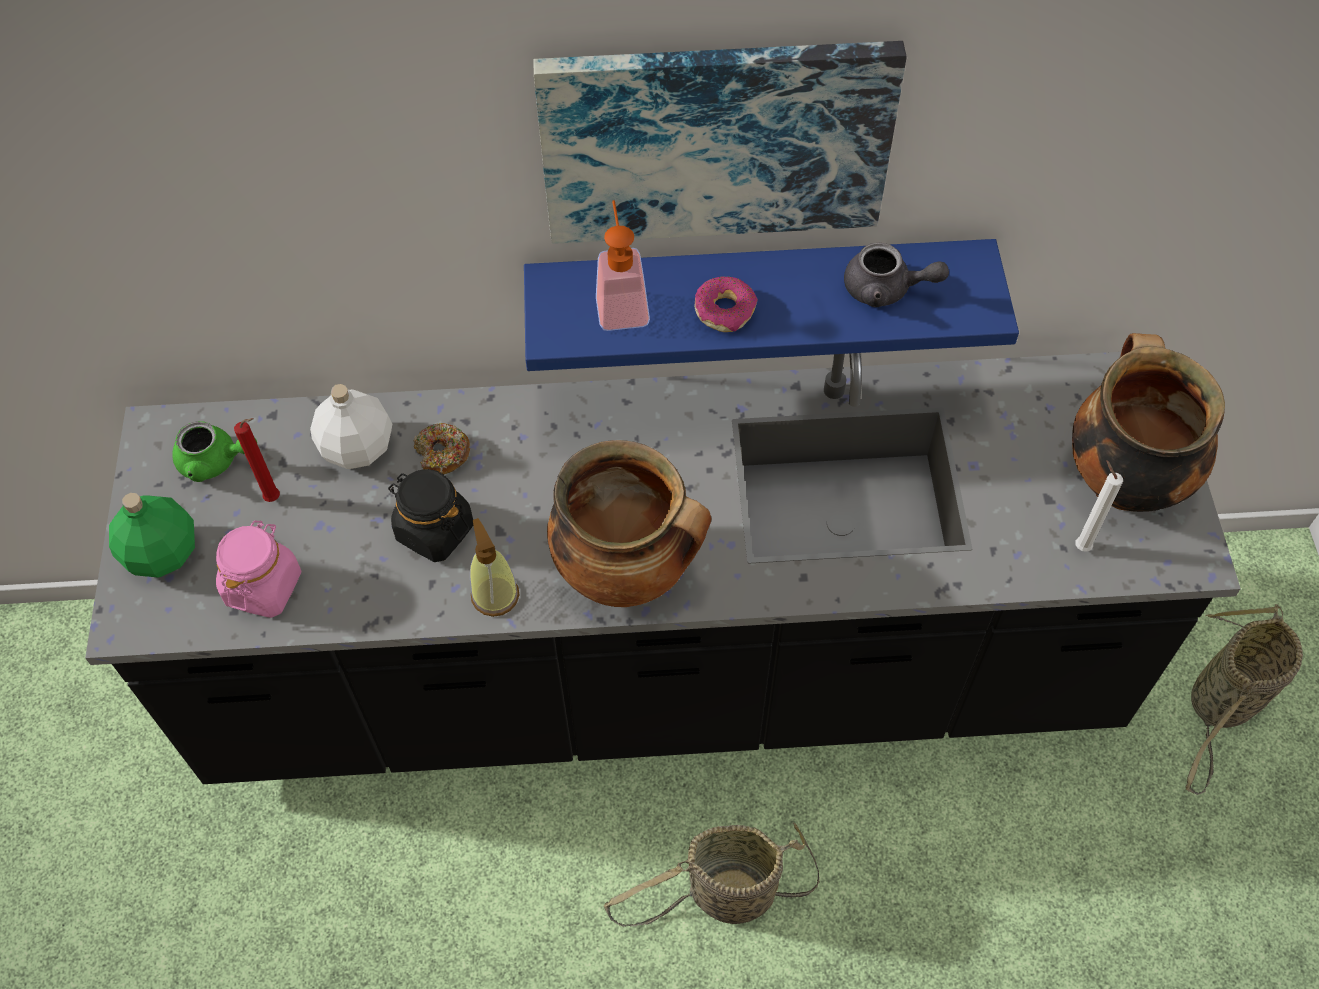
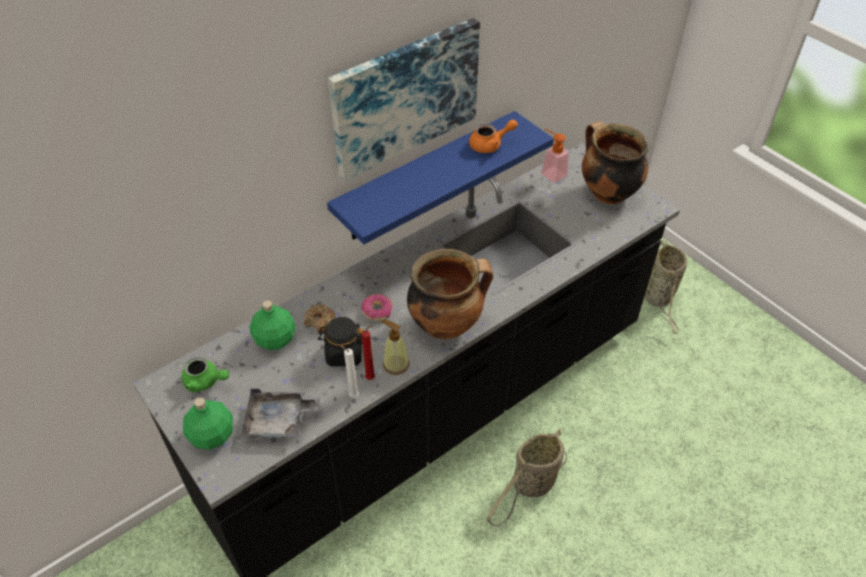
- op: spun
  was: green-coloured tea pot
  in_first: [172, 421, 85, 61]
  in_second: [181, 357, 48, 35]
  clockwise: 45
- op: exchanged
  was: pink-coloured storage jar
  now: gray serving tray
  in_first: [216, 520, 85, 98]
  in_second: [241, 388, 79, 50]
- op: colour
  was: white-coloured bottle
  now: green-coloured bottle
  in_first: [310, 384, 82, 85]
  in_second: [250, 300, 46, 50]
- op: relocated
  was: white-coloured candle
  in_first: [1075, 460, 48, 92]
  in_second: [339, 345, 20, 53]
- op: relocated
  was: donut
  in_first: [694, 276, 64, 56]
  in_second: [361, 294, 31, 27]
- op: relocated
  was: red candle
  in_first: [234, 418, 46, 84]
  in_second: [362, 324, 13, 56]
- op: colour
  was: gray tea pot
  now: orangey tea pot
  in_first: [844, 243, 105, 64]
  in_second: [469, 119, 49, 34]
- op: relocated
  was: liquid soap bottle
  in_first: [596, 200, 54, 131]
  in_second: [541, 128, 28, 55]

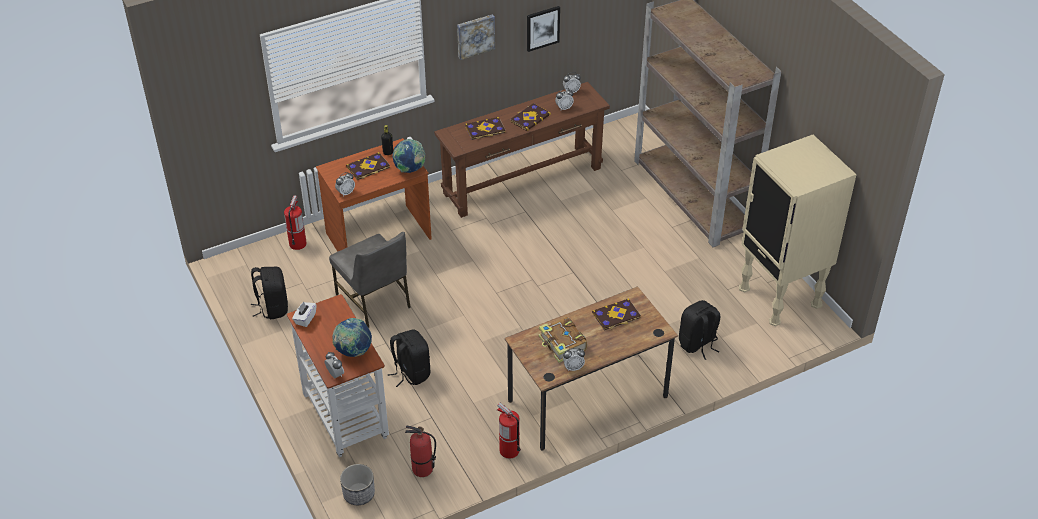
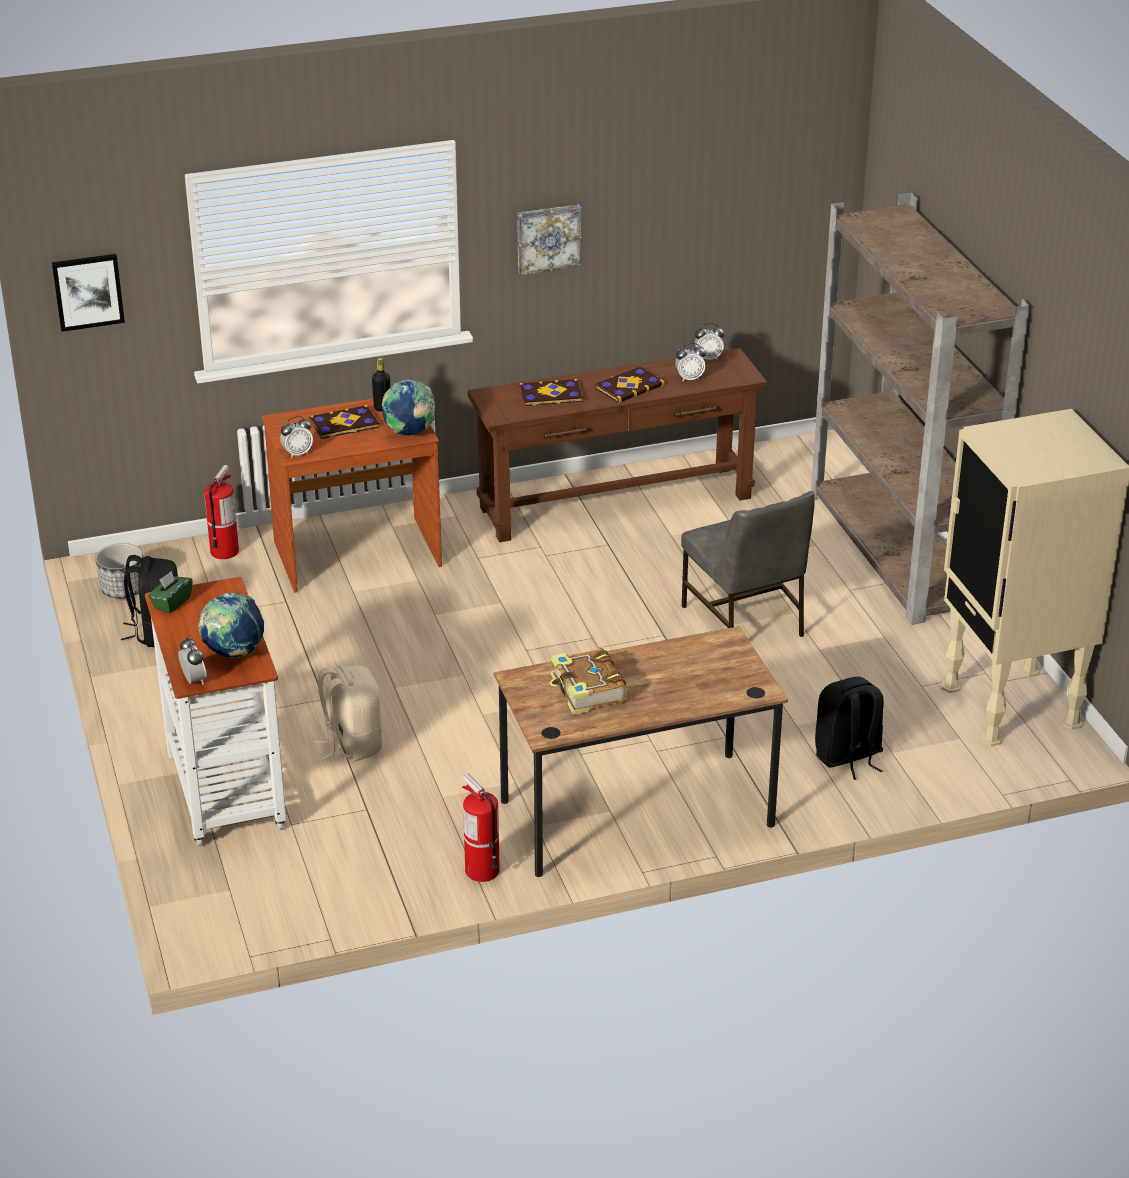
- op: relocated
  was: picture
  in_first: [527, 6, 33, 46]
  in_second: [52, 254, 73, 78]
- op: relocated
  was: flower pot
  in_first: [340, 464, 35, 41]
  in_second: [95, 543, 48, 55]
- op: colour
  was: white-coloured box of tissues
  now: green-coloured box of tissues
  in_first: [292, 302, 25, 25]
  in_second: [148, 571, 45, 42]
- op: colour
  was: blackish rucksack
  now: beige-coloured rucksack
  in_first: [388, 329, 42, 58]
  in_second: [312, 666, 70, 95]
- op: relocated
  was: gray chair
  in_first: [329, 232, 82, 96]
  in_second: [681, 491, 133, 146]
- op: missing
  was: extinguisher
  in_first: [405, 426, 31, 51]
- op: missing
  was: bedside clock
  in_first: [563, 348, 22, 23]
- op: missing
  was: bound book
  in_first: [592, 298, 49, 33]

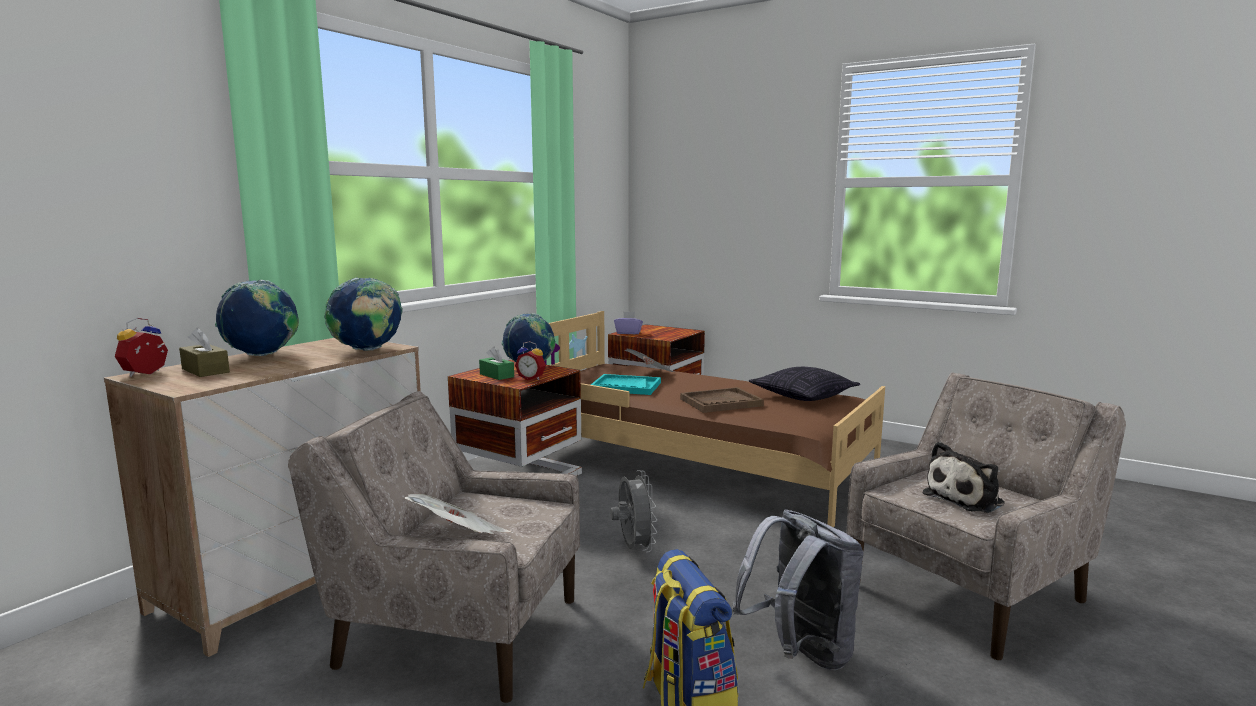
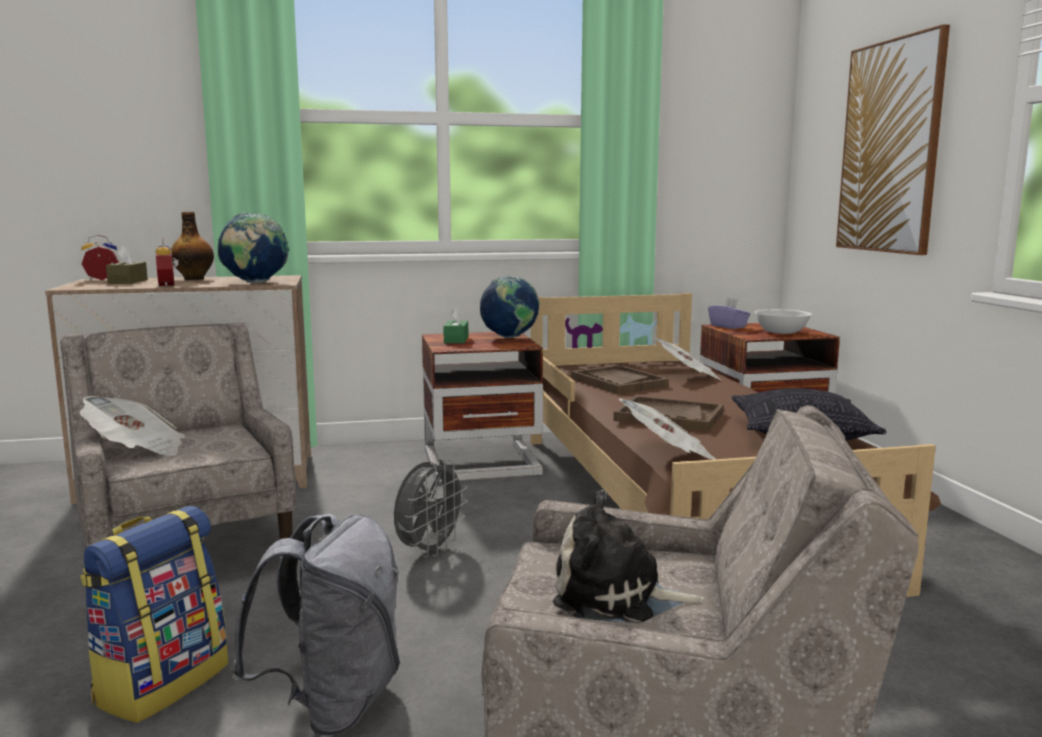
- op: relocated
  was: bedside clock
  in_first: [515, 341, 31, 39]
  in_second: [155, 237, 24, 50]
- op: exchanged
  was: world globe
  now: bottle
  in_first: [215, 280, 84, 76]
  in_second: [171, 212, 43, 68]
- op: colour
  was: blue-green serving tray
  now: brownish serving tray
  in_first: [591, 374, 70, 21]
  in_second: [571, 365, 98, 29]
- op: appeared
  now: printed paper
  in_second: [618, 398, 97, 62]
- op: appeared
  now: white-coloured bowl
  in_second: [755, 309, 57, 25]
- op: appeared
  now: picture
  in_second: [836, 24, 114, 231]

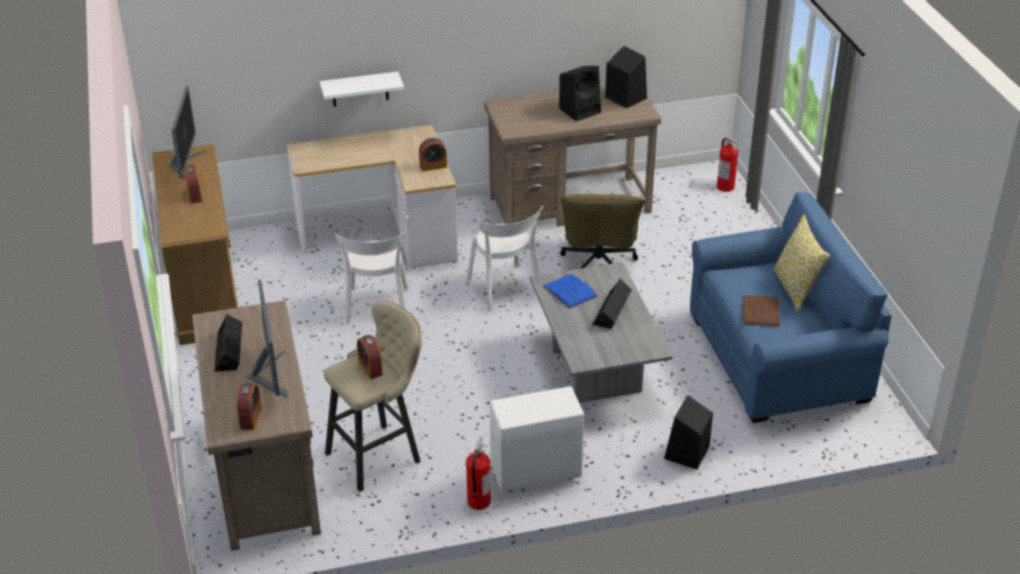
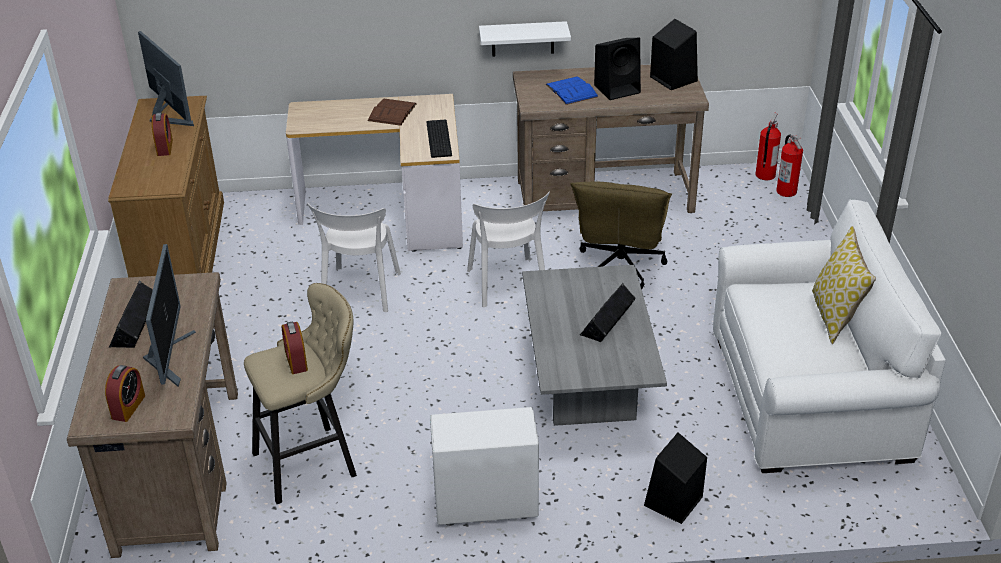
- op: spun
  was: computer display
  in_first: [168, 87, 38, 91]
  in_second: [138, 31, 56, 95]
  clockwise: -45
- op: relocated
  was: brownish bound book
  in_first: [742, 295, 38, 32]
  in_second: [368, 99, 48, 27]
- op: exchanged
  was: bedside clock
  now: PC keyboard
  in_first: [419, 138, 28, 33]
  in_second: [426, 120, 26, 38]
- op: relocated
  was: white-coloured bracket shelf
  in_first: [320, 71, 84, 36]
  in_second: [479, 21, 92, 36]
- op: relocated
  was: bluish bound book
  in_first: [543, 274, 55, 35]
  in_second: [546, 76, 52, 29]
- op: colour
  was: bluish settee
  now: white-coloured settee
  in_first: [690, 192, 202, 231]
  in_second: [713, 199, 233, 274]
- op: relocated
  was: extinguisher
  in_first: [466, 437, 25, 73]
  in_second: [755, 112, 26, 68]

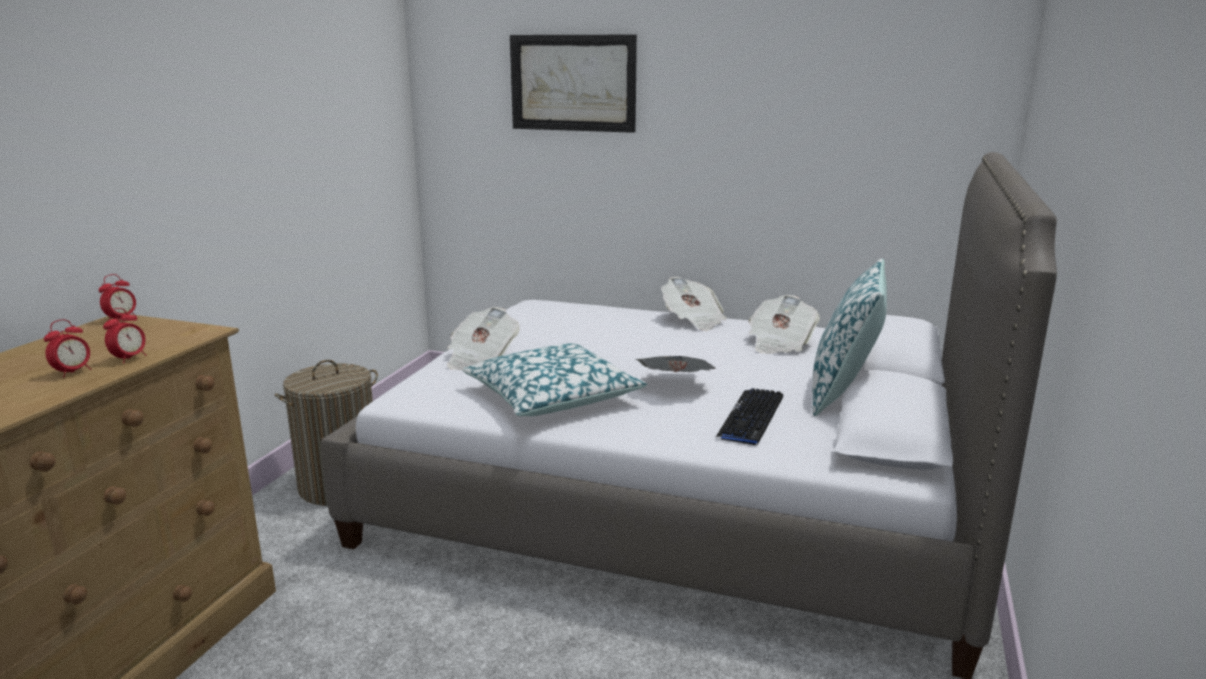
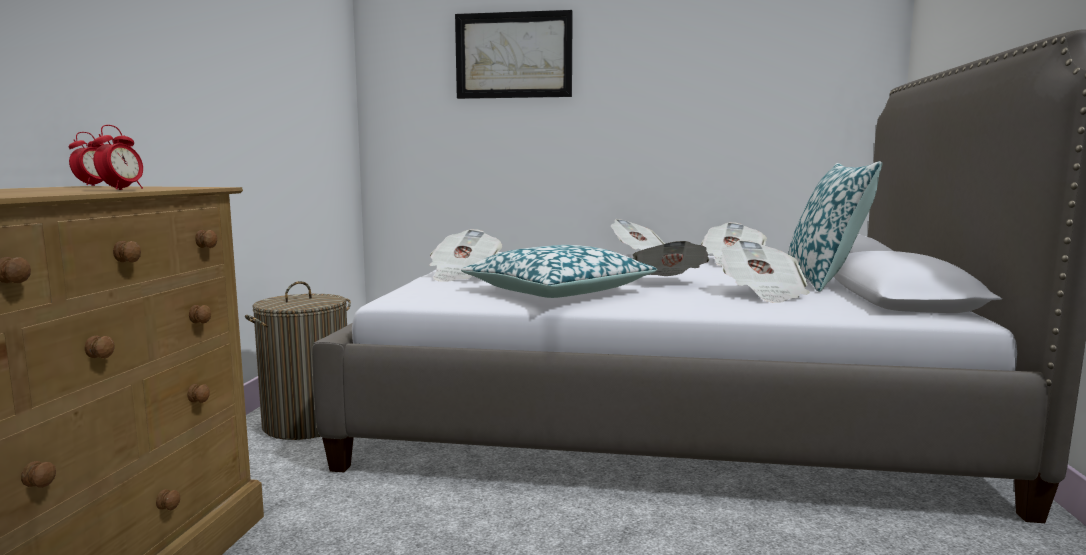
- op: exchanged
  was: PC keyboard
  now: printed paper
  in_first: [716, 388, 67, 58]
  in_second: [721, 240, 89, 63]
- op: missing
  was: bedside clock
  in_first: [44, 319, 47, 58]

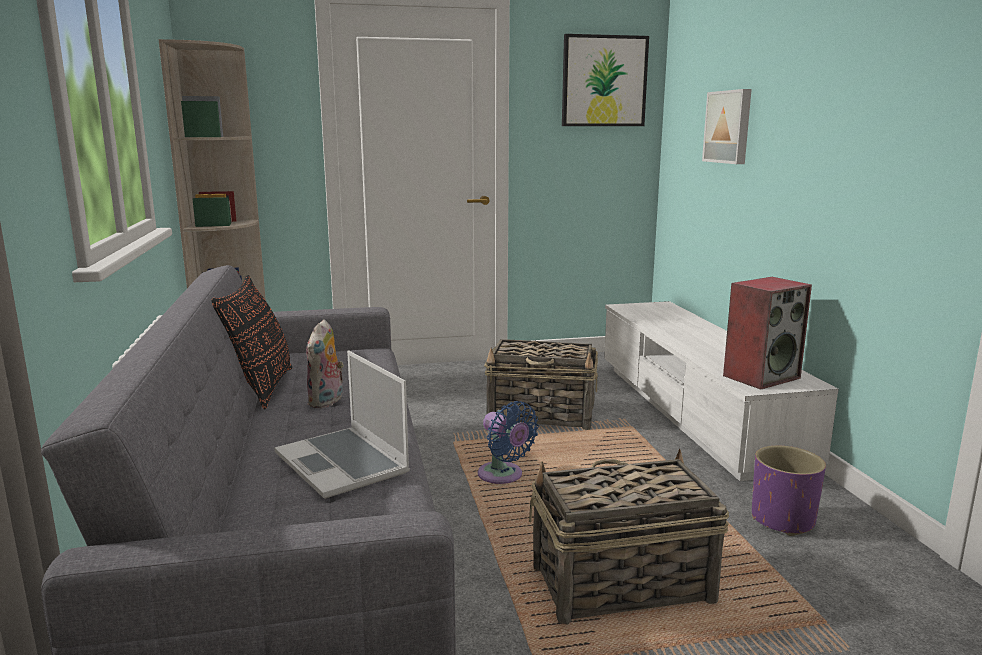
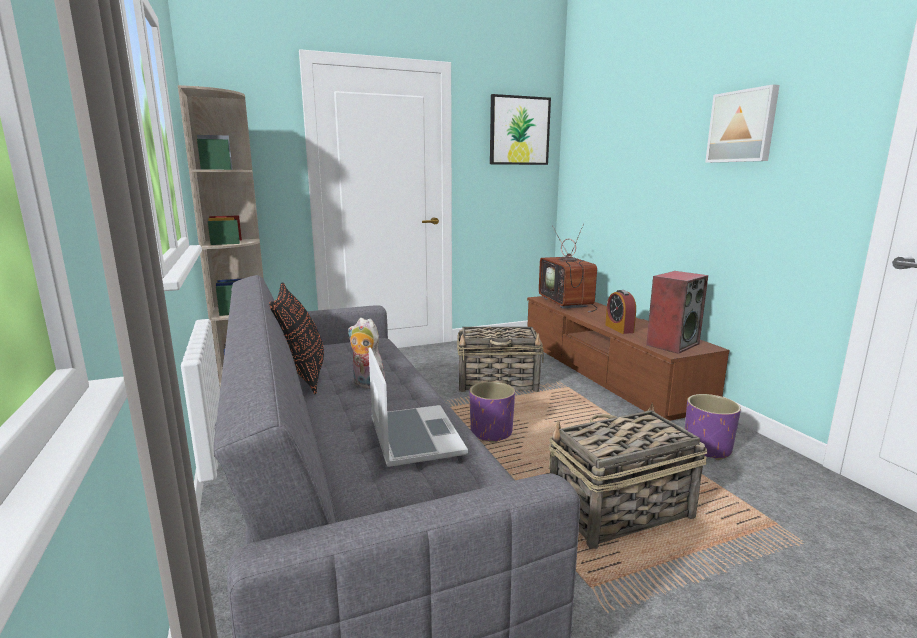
- op: spun
  was: soft toy
  in_first: [306, 319, 38, 89]
  in_second: [348, 318, 40, 71]
  clockwise: 120
- op: spun
  was: notebook computer
  in_first: [275, 350, 135, 149]
  in_second: [369, 347, 99, 120]
  clockwise: -150
- op: exchanged
  was: bluish fan
  now: purplish flower pot
  in_first: [478, 401, 61, 83]
  in_second: [469, 382, 46, 60]
- op: colour
  was: white-coloured tv unit
  now: brownish tv unit
  in_first: [604, 301, 235, 180]
  in_second: [527, 296, 203, 125]
- op: appeared
  now: television
  in_second: [539, 223, 58, 89]
- op: appeared
  now: bedside clock
  in_second: [605, 290, 31, 44]
- op: relocated
  was: picture
  in_first: [702, 89, 50, 75]
  in_second: [705, 84, 75, 79]

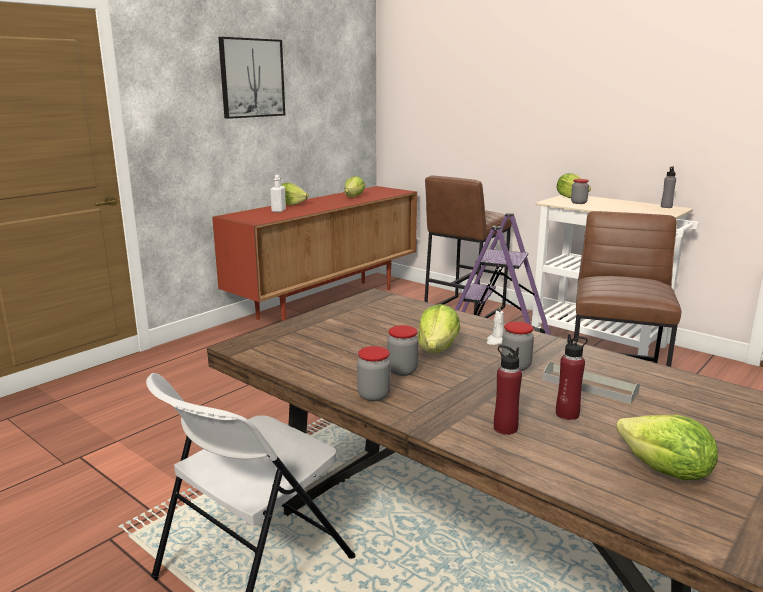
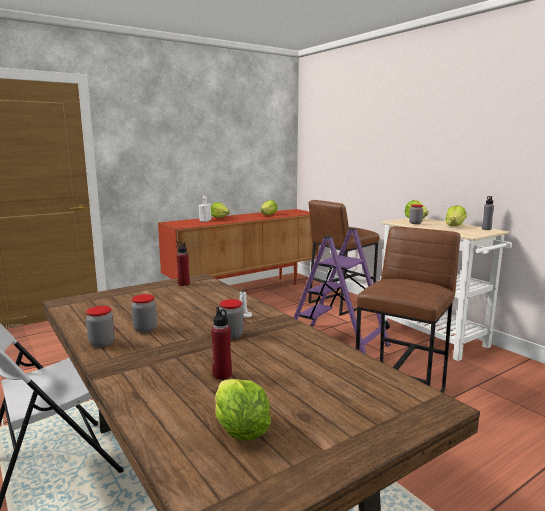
- op: relocated
  was: red bottle
  in_first: [494, 345, 28, 90]
  in_second: [177, 242, 13, 44]
- op: relocated
  was: lettuce head
  in_first: [418, 304, 42, 49]
  in_second: [445, 205, 22, 21]
- op: missing
  was: picture
  in_first: [218, 37, 67, 82]
- op: missing
  was: gray serving tray
  in_first: [543, 362, 97, 42]

